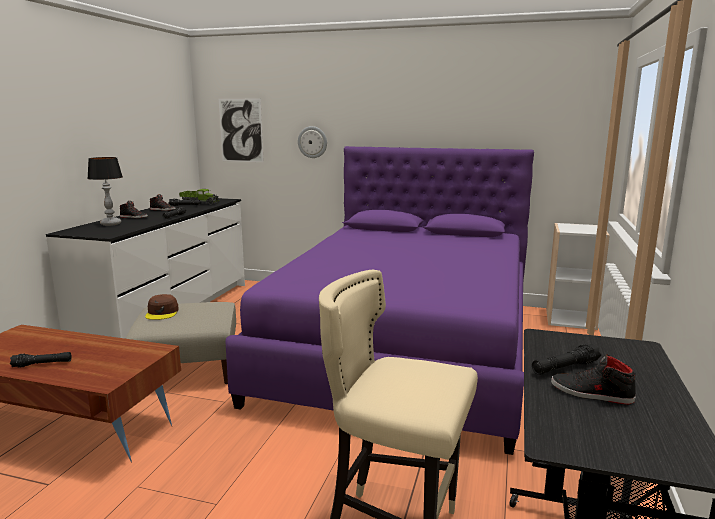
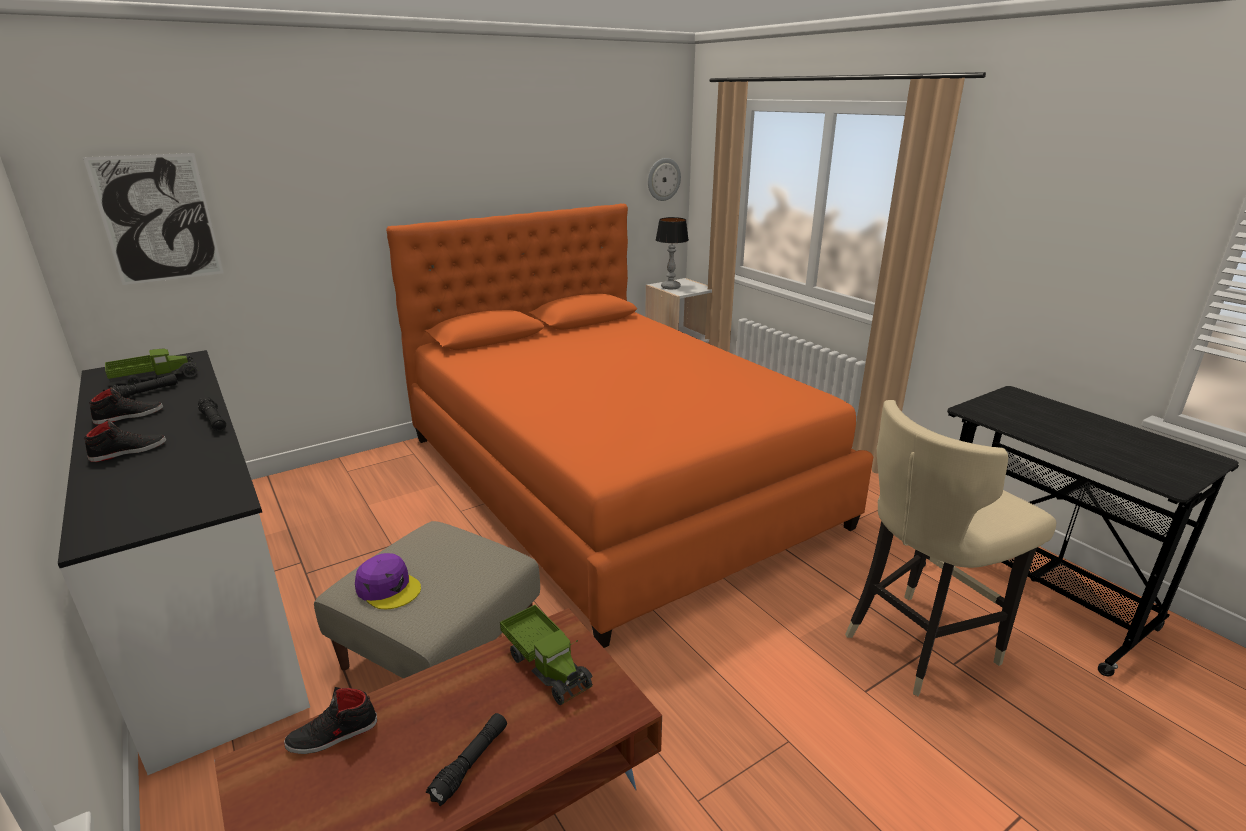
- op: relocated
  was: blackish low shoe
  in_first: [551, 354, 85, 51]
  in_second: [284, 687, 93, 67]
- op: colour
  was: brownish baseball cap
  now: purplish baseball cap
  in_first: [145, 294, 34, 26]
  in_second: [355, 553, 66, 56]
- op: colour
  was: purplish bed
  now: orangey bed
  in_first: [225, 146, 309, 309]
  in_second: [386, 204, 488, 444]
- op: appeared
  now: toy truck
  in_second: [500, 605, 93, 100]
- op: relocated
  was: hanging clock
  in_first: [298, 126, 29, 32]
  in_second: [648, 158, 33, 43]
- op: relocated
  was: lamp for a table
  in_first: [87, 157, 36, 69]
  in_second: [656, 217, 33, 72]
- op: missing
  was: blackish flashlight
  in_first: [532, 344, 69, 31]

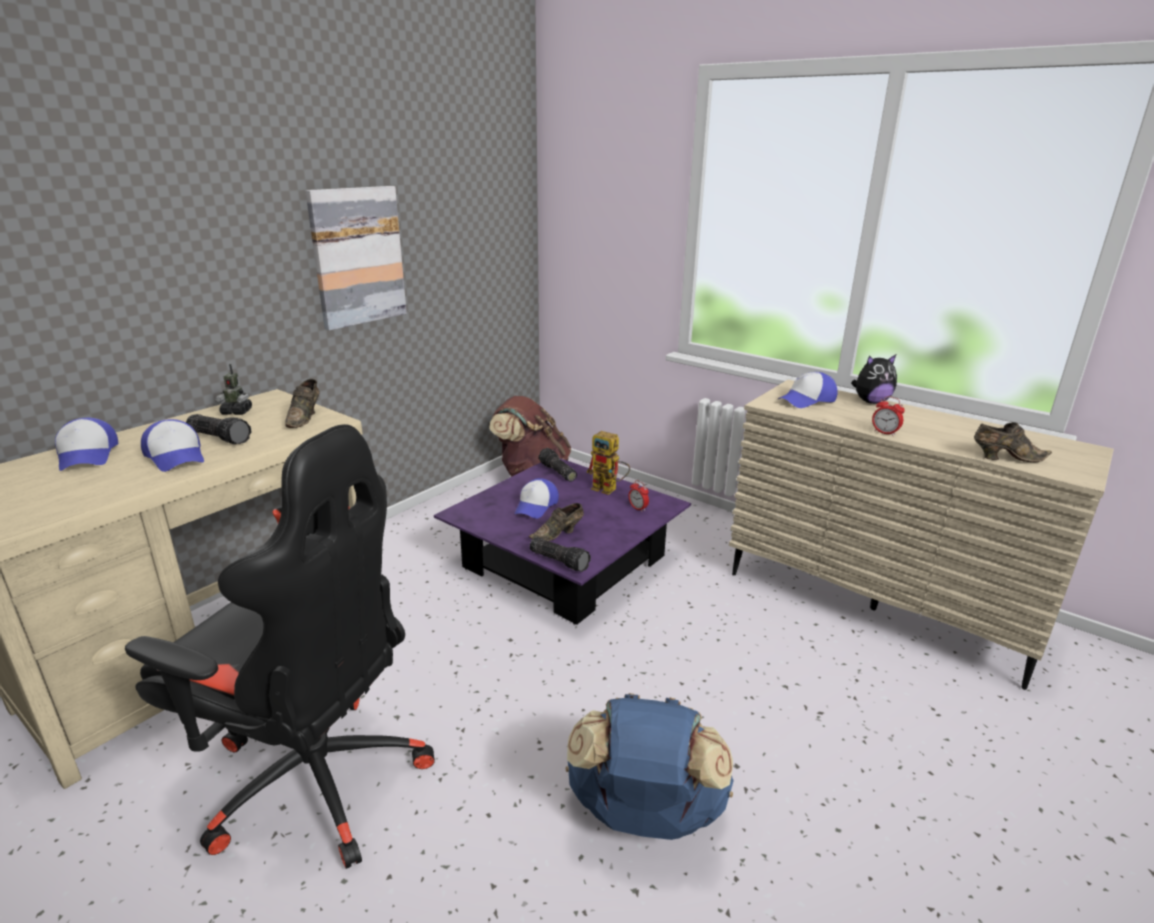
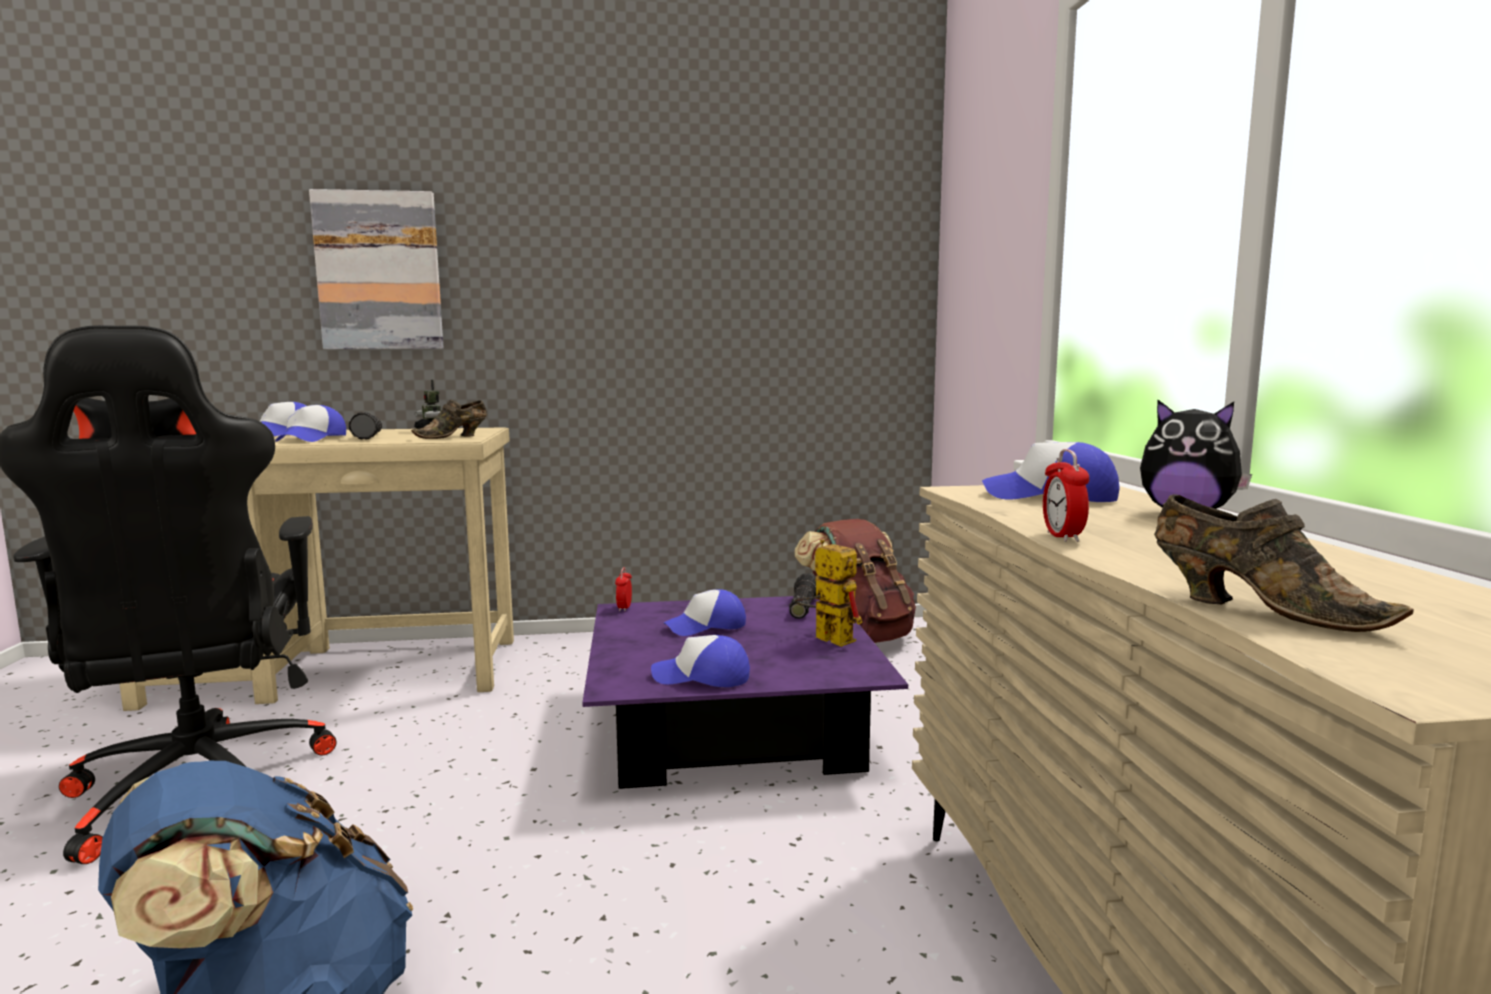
- op: relocated
  was: picture
  in_first: [305, 186, 102, 145]
  in_second: [309, 189, 135, 160]
- op: relocated
  was: bedside clock
  in_first: [629, 480, 20, 32]
  in_second: [615, 567, 17, 44]
- op: appeared
  now: baseball cap
  in_second: [651, 635, 99, 52]
- op: spun
  was: toy robot
  in_first: [586, 431, 44, 64]
  in_second: [795, 539, 68, 108]
  clockwise: 150
- op: missing
  was: brownish low shoe
  in_first: [529, 503, 55, 38]
- op: missing
  was: flashlight
  in_first: [530, 537, 61, 35]

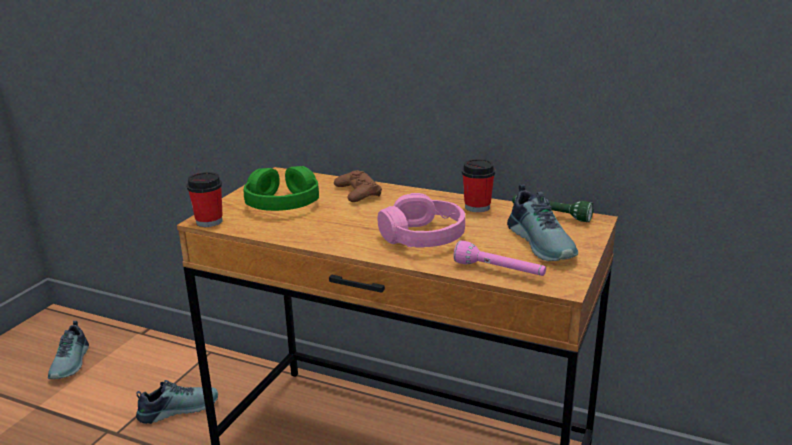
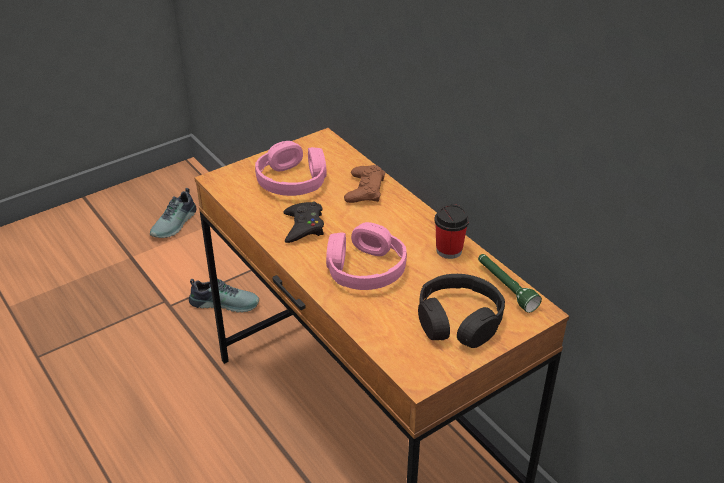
- op: colour
  was: green-coloured pair of headphones
  now: pink-coloured pair of headphones
  in_first: [244, 166, 75, 45]
  in_second: [255, 141, 72, 55]
- op: appeared
  now: blackish game controller
  in_second: [283, 202, 41, 41]
- op: exchanged
  was: low shoe
  now: blackish pair of headphones
  in_first: [507, 184, 71, 77]
  in_second: [418, 274, 87, 74]
- op: missing
  was: drinking cup
  in_first: [187, 172, 36, 55]
- op: missing
  was: pink-coloured flashlight
  in_first: [453, 240, 93, 36]

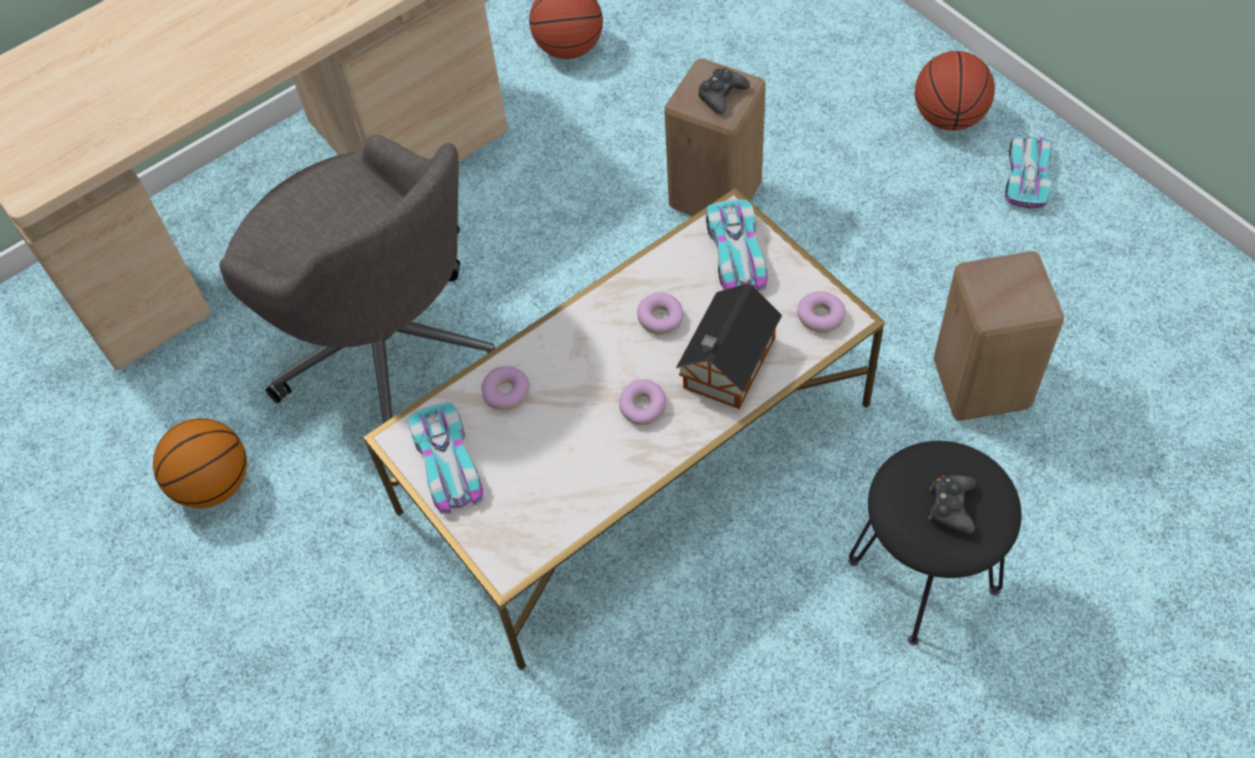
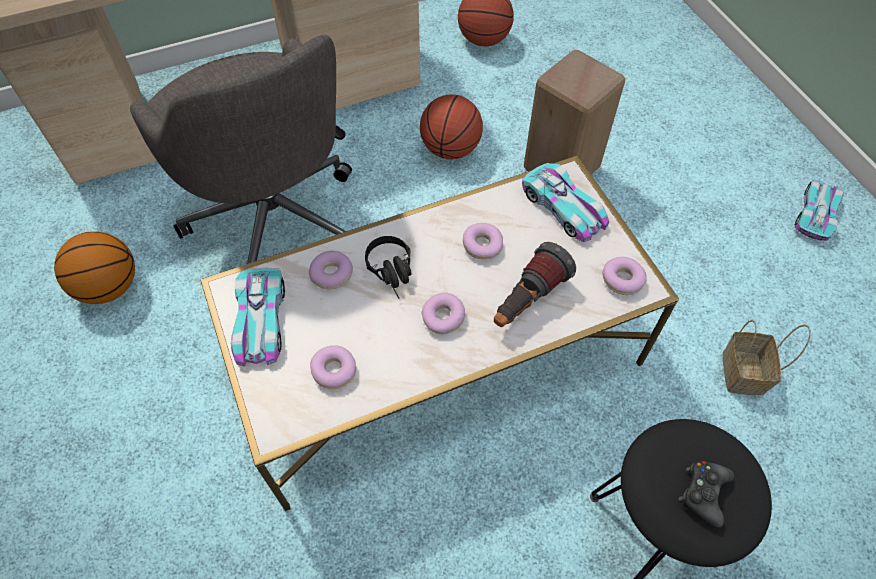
- op: appeared
  now: donut
  in_second: [310, 345, 46, 44]
- op: appeared
  now: blackish pair of headphones
  in_second: [365, 236, 46, 63]
- op: relocated
  was: basketball ball
  in_first: [915, 51, 80, 80]
  in_second: [420, 95, 63, 64]
- op: exchanged
  was: miniature house
  now: flashlight
  in_first: [676, 283, 106, 126]
  in_second: [494, 242, 82, 85]
- op: spun
  was: model car
  in_first: [706, 199, 62, 92]
  in_second: [522, 163, 87, 79]
  clockwise: -45
- op: exchanged
  was: beige-coloured stool seat
  now: basket
  in_first: [934, 251, 130, 170]
  in_second: [723, 319, 88, 76]
- op: missing
  was: blackish game controller
  in_first: [699, 68, 51, 47]

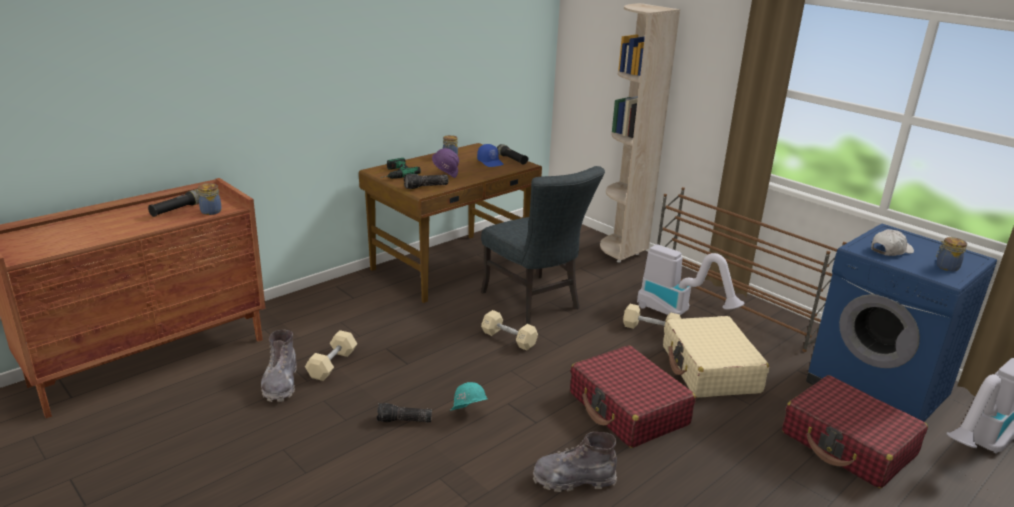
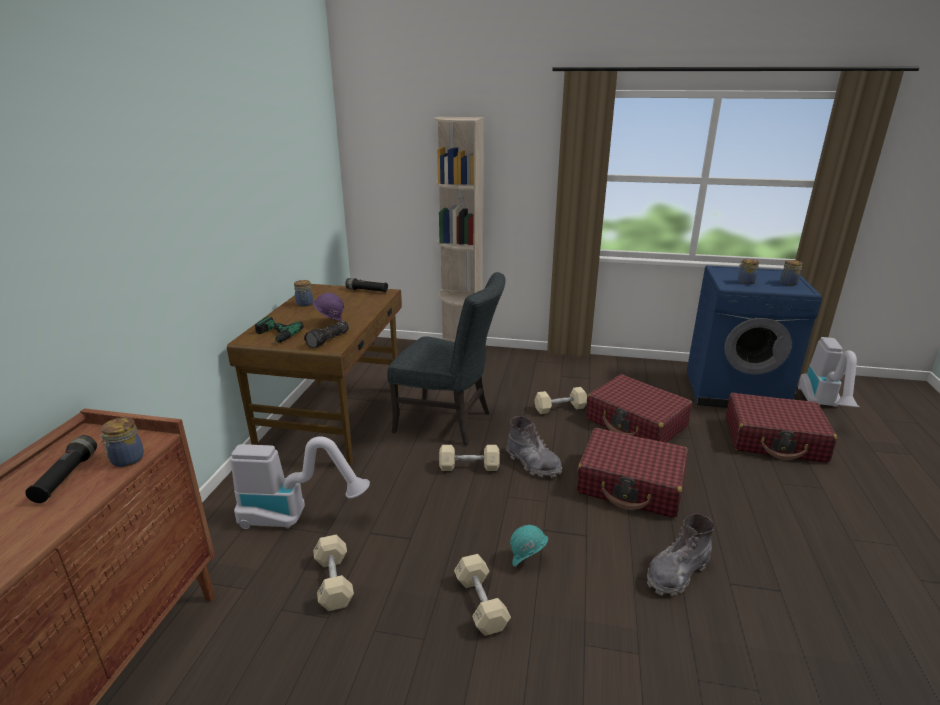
- op: relocated
  was: vacuum cleaner
  in_first: [637, 245, 107, 70]
  in_second: [230, 436, 140, 93]
- op: exchanged
  was: flashlight
  now: beige-coloured hand weight
  in_first: [377, 403, 55, 20]
  in_second: [454, 554, 57, 82]
- op: relocated
  was: gray boot
  in_first: [261, 330, 36, 72]
  in_second: [506, 416, 56, 62]
- op: colour
  was: beige-coloured suitcase
  now: red suitcase
  in_first: [663, 316, 106, 82]
  in_second: [586, 374, 106, 69]
- op: exchanged
  was: white-coloured baseball cap
  now: storage jar
  in_first: [871, 229, 43, 27]
  in_second: [737, 259, 22, 26]
- op: missing
  was: bluish baseball cap
  in_first: [477, 144, 27, 23]
- op: missing
  was: brownish shoe stand
  in_first: [657, 187, 190, 165]

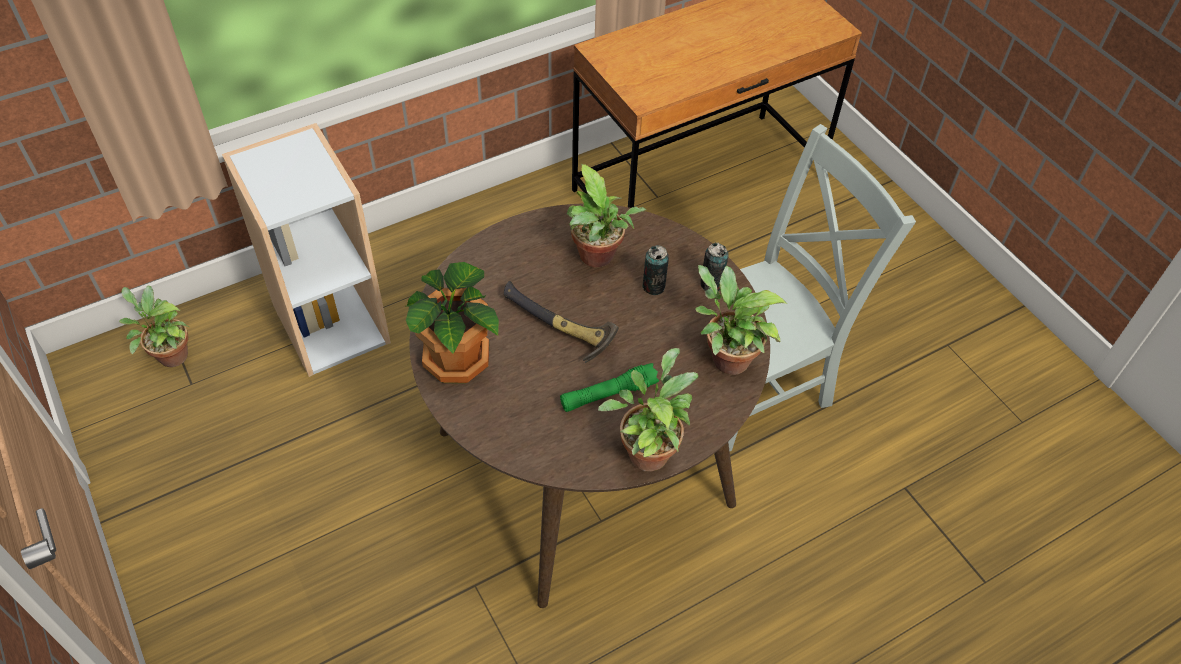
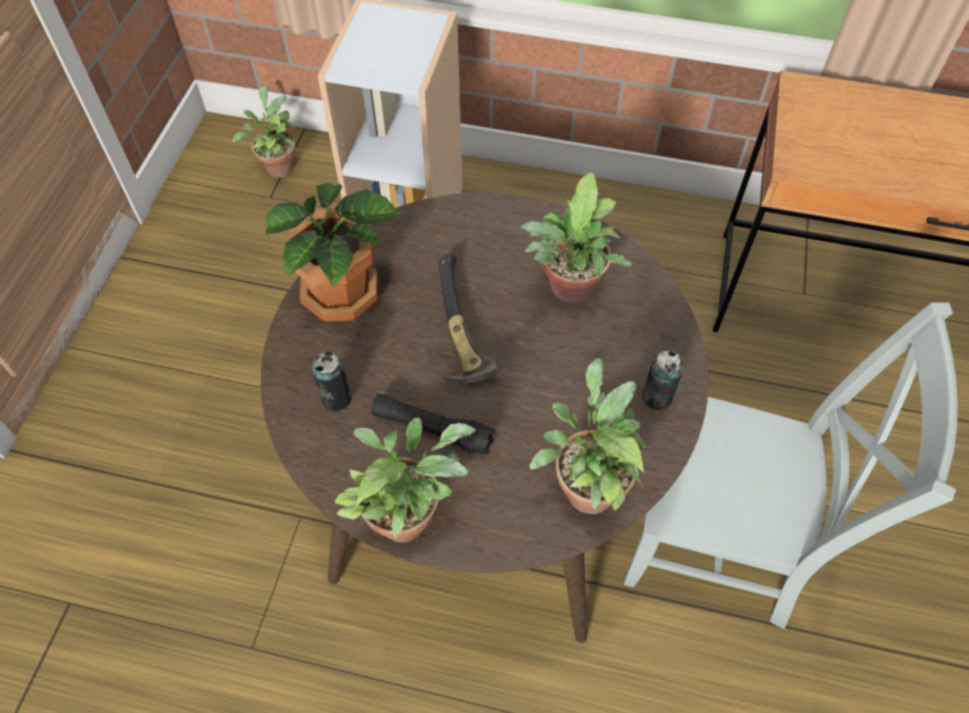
- op: relocated
  was: sealed can
  in_first: [642, 245, 27, 50]
  in_second: [312, 352, 40, 60]
- op: colour
  was: green-coloured flashlight
  now: blackish flashlight
  in_first: [560, 363, 99, 49]
  in_second: [371, 394, 125, 60]

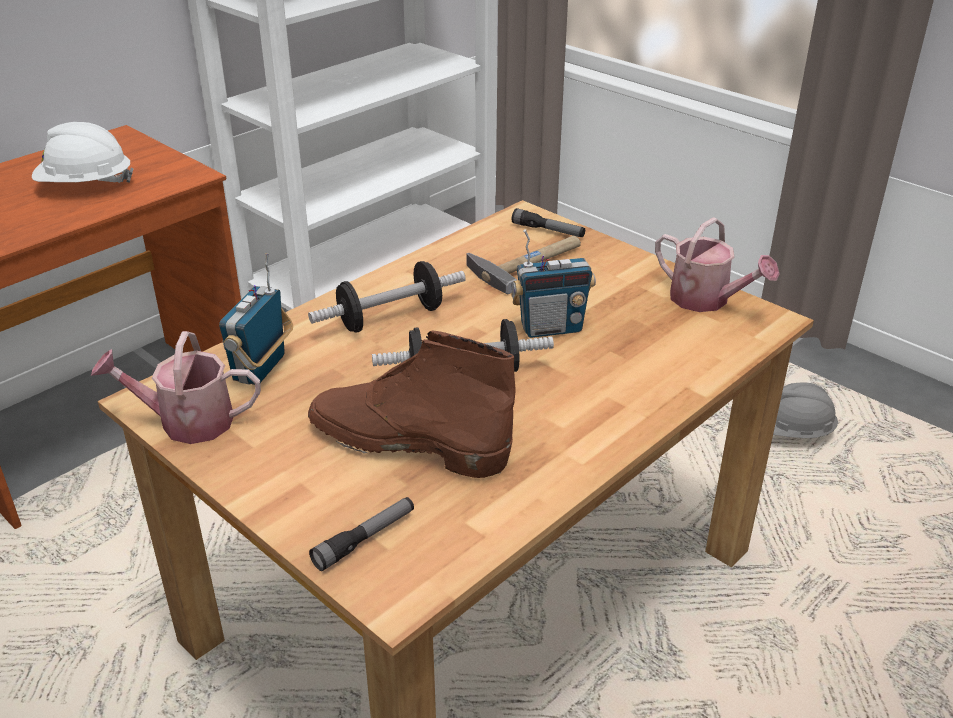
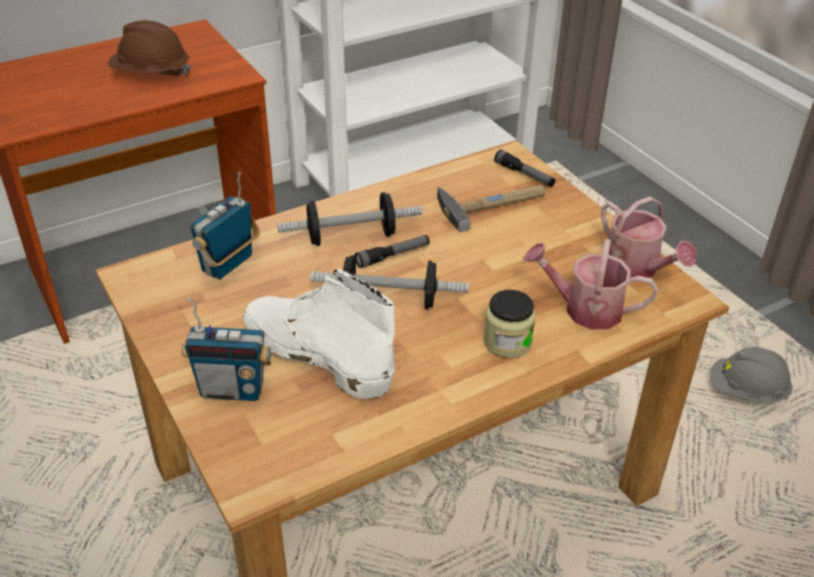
- op: colour
  was: white-coloured hard hat
  now: brownish hard hat
  in_first: [32, 122, 102, 61]
  in_second: [108, 20, 83, 56]
- op: relocated
  was: radio
  in_first: [511, 229, 85, 109]
  in_second: [182, 297, 90, 104]
- op: colour
  was: brownish boot
  now: white-coloured boot
  in_first: [308, 331, 208, 147]
  in_second: [243, 269, 152, 130]
- op: relocated
  was: flashlight
  in_first: [309, 497, 105, 74]
  in_second: [354, 235, 76, 33]
- op: appeared
  now: storage jar
  in_second: [484, 290, 52, 68]
- op: relocated
  was: sprinkling can
  in_first: [91, 331, 170, 113]
  in_second: [523, 239, 135, 90]

